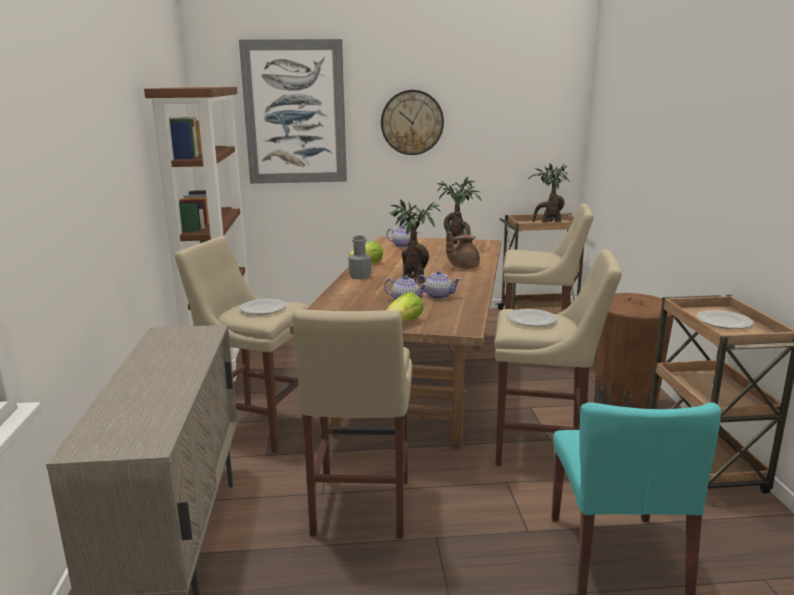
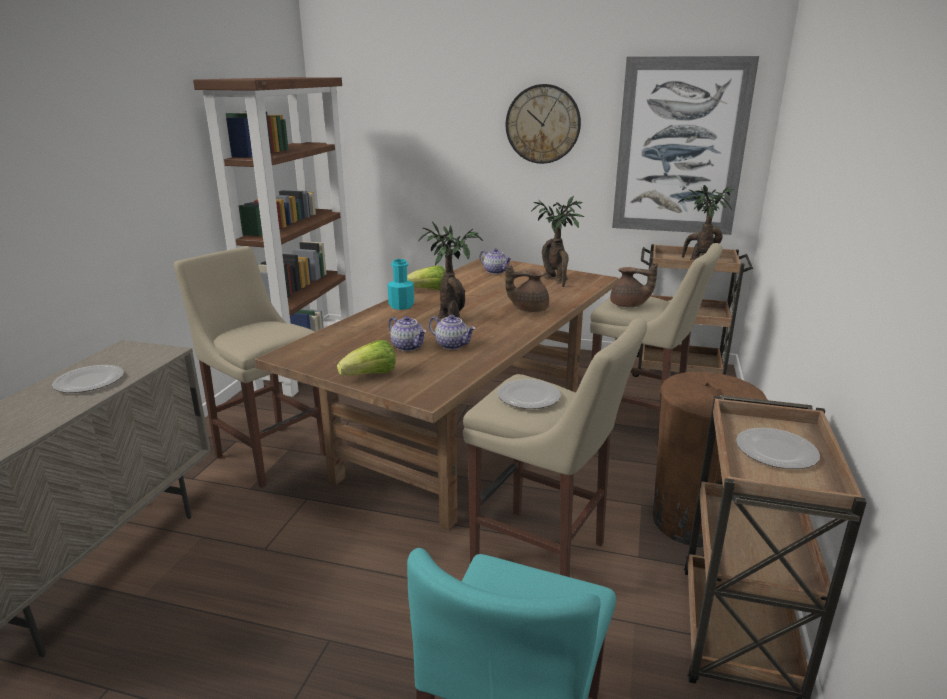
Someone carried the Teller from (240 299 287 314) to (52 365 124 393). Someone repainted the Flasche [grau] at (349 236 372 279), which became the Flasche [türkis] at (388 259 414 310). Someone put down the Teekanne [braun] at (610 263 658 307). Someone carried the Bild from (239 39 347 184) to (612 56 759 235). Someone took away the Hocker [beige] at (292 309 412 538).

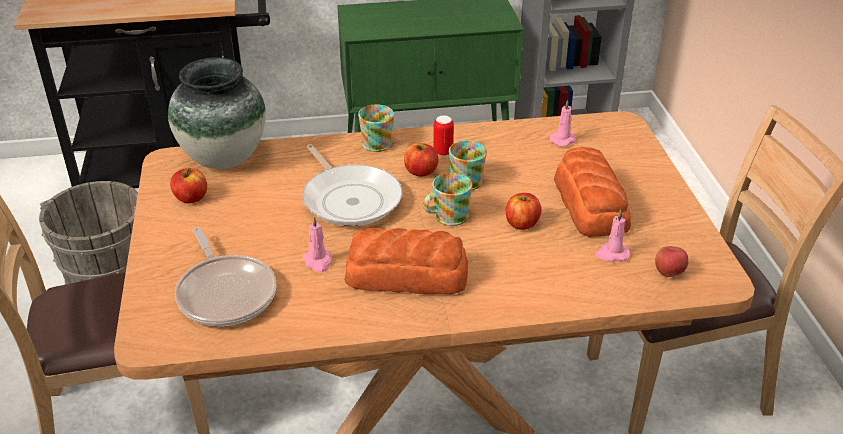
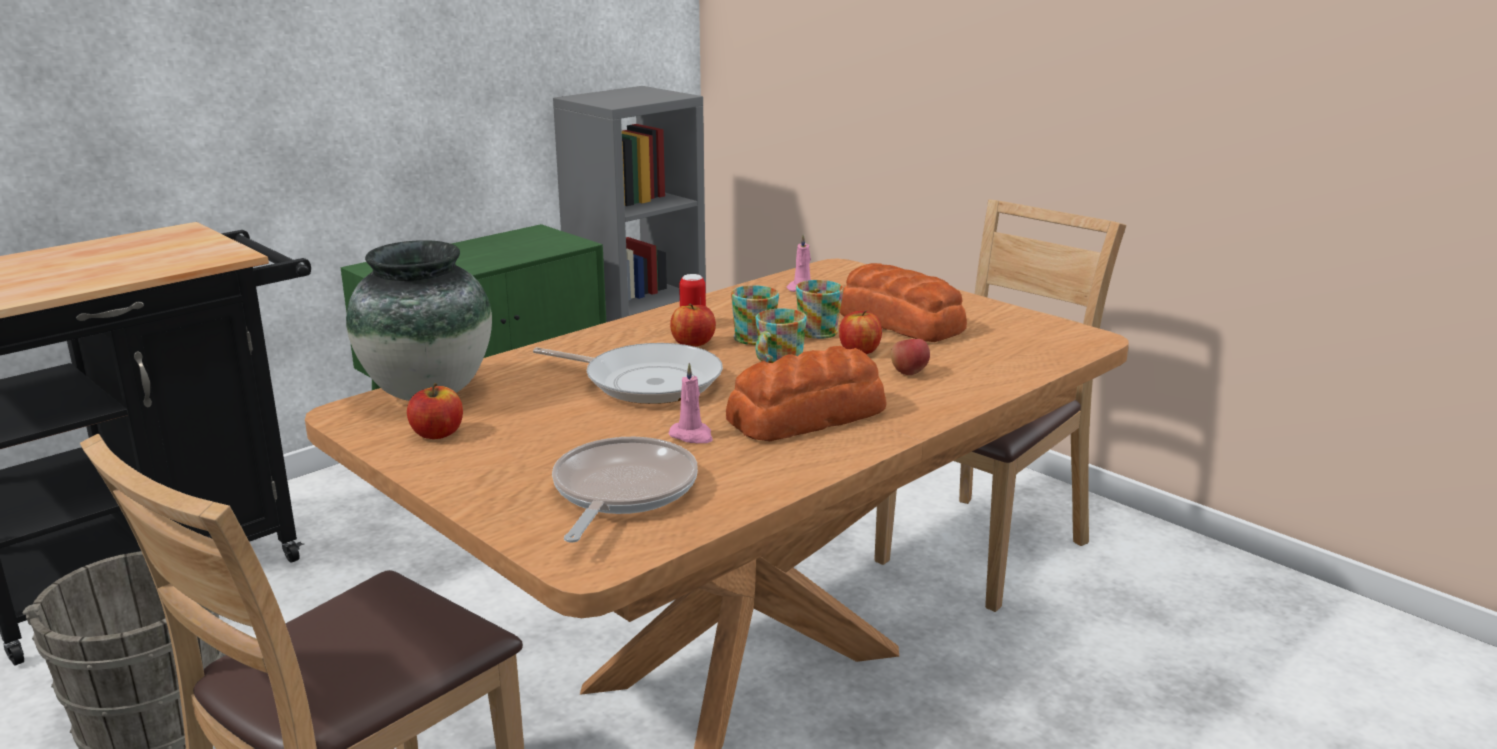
Someone rotated the Pfanne at (175 227 277 326) by 105 degrees counterclockwise. Someone carried the Henkelbecher from (358 105 394 152) to (796 280 844 339). Someone carried the Apfel from (655 246 689 277) to (891 339 930 375). Someone took away the Kerze [rosa] at (595 210 630 262).

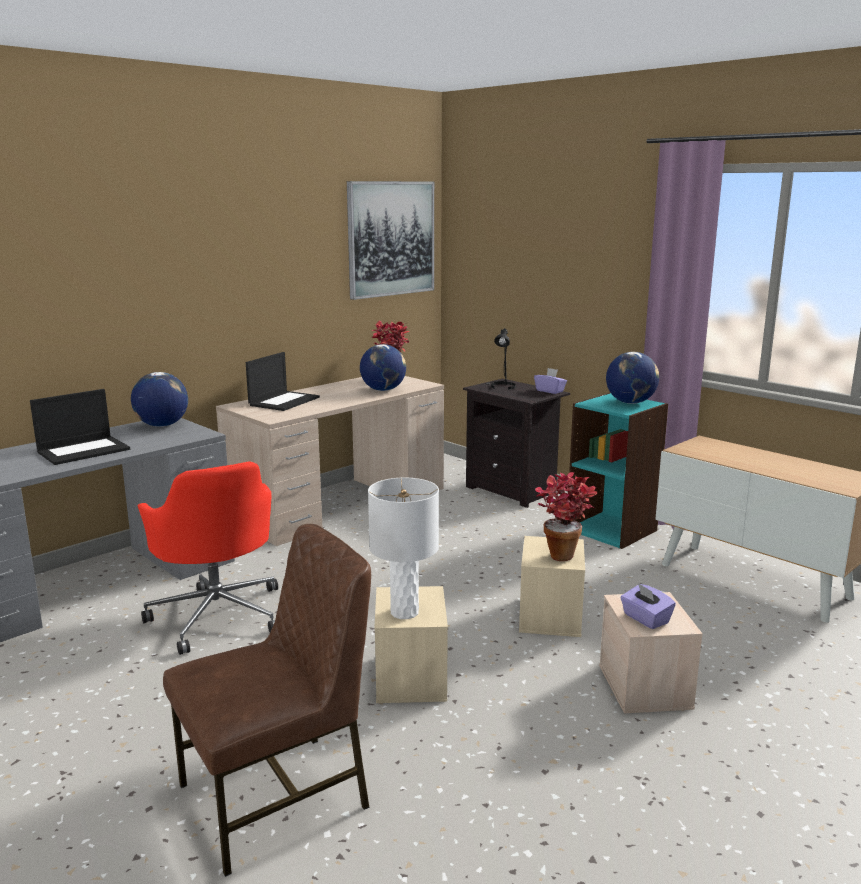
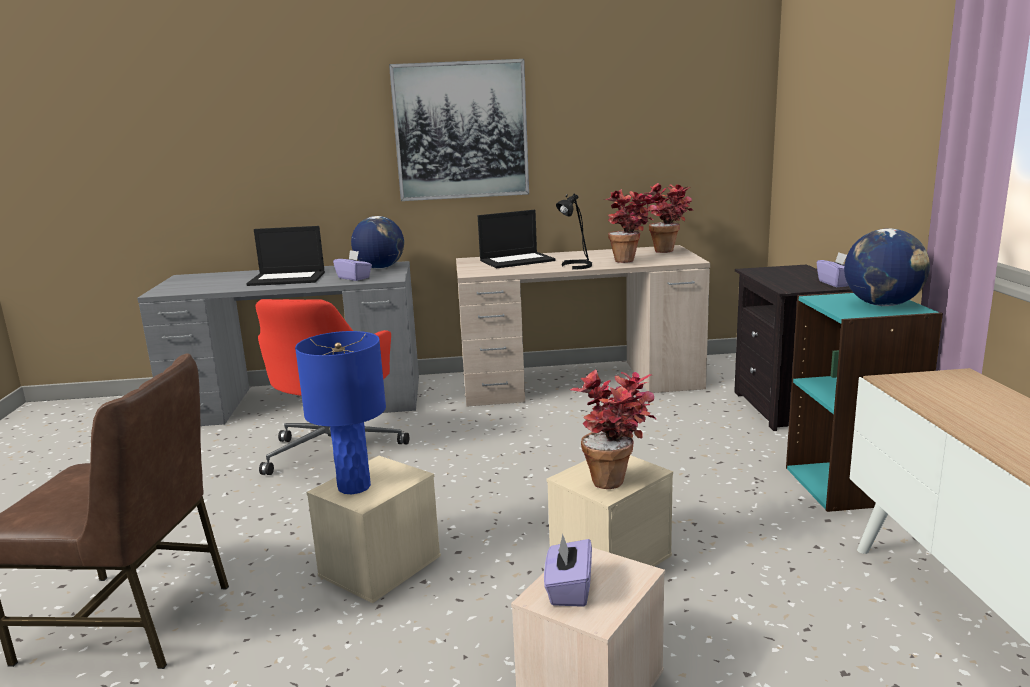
Someone repainted the Tischlampe [weiß] at (368 478 439 619), which became the Tischlampe [blau] at (295 331 386 494). Someone put down the Taschentuchbox [lila] at (333 250 372 281). Someone carried the Bild from (347 181 434 300) to (389 59 529 201). Someone carried the Tischlampe [schwarz] from (486 328 516 390) to (556 193 592 269). Someone swapped the Globus at (360 344 406 391) for the Topfpflanze at (604 189 660 263).

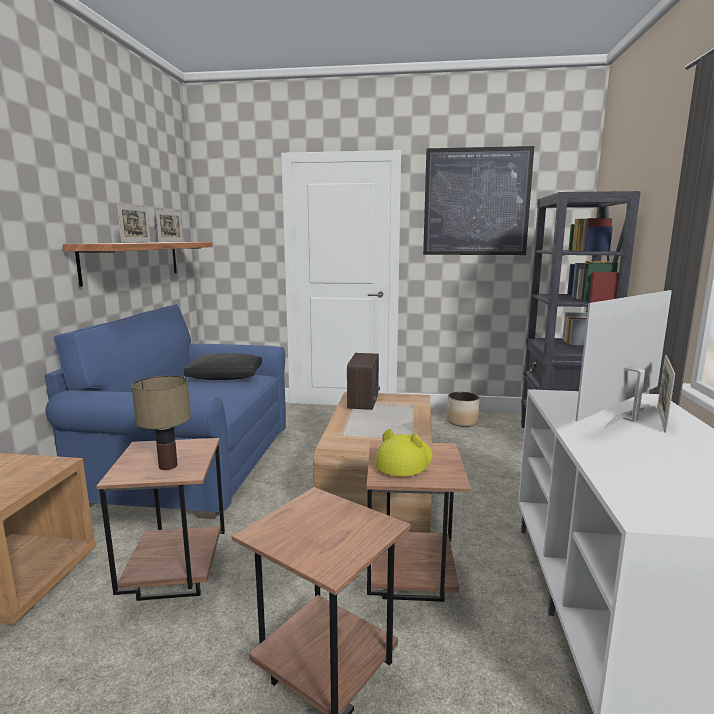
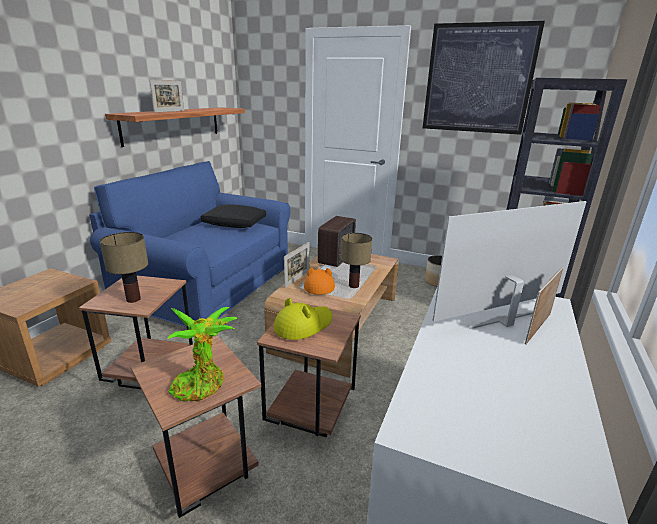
Someone put down the Topfpflanze at (168 307 239 401). Someone carried the Bilderrahmen from (156 209 183 242) to (284 242 310 288). Someone put down the Hut [orange] at (304 268 335 295). Someone put down the Tischlampe at (340 233 372 288).

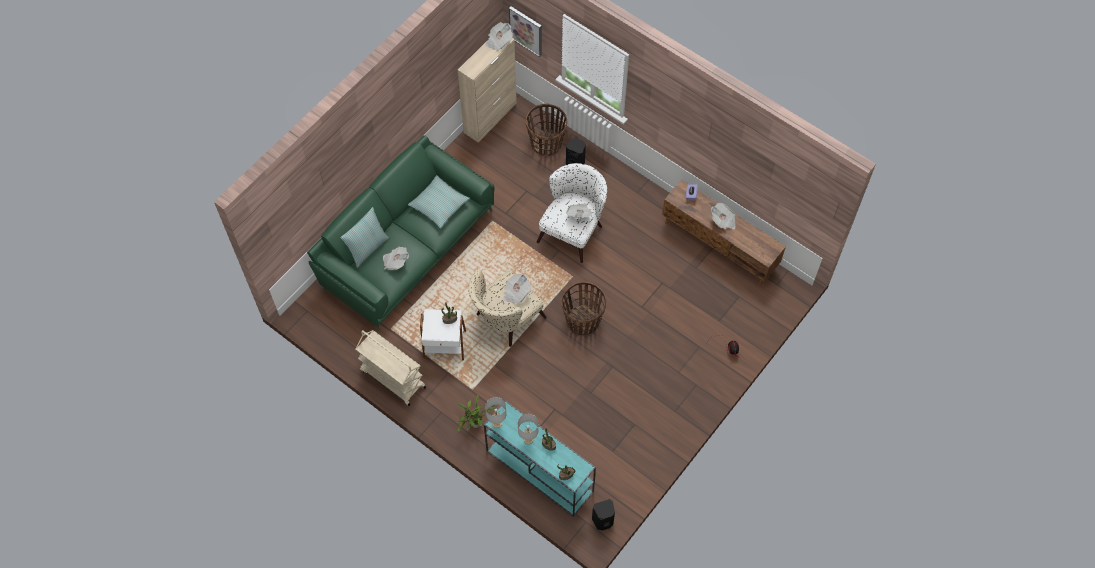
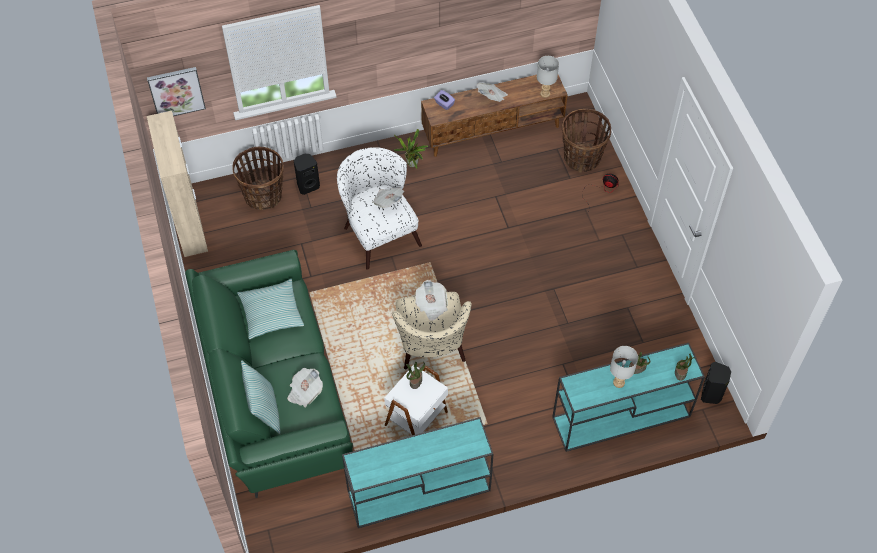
Someone swapped the Rollwagen [beige] at (355 330 426 406) for the Konsolentisch [türkis] at (342 417 493 528). Someone carried the Topfpflanze from (457 394 495 432) to (394 129 429 169). Someone carried the Tischlampe [grau] from (485 397 506 428) to (537 56 559 98). Someone carried the Korb from (561 282 607 335) to (562 109 611 173). Someone took away the Zeitung at (485 22 513 51).

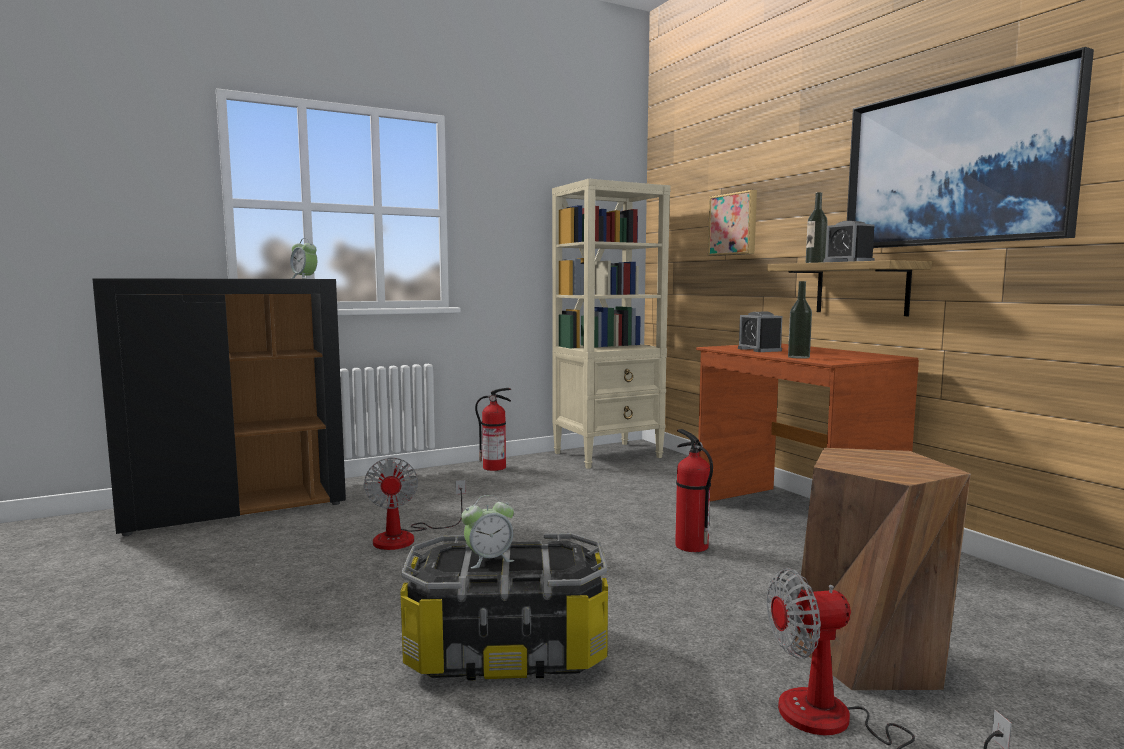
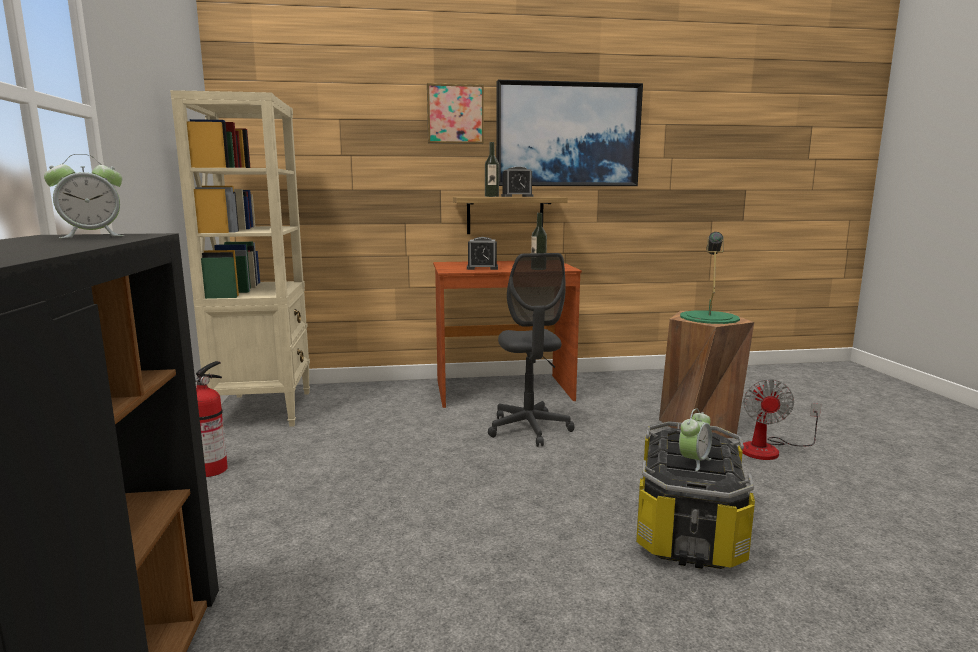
Someone carried the Bild from (708 190 757 256) to (427 83 484 144). Someone swapped the Feuerlöscher at (675 429 713 552) for the Bürostuhl [grau] at (488 253 575 447). Someone rotated the Wecker at (461 495 514 569) by 45 degrees clockwise. Someone put down the Tischlampe [grün] at (680 232 740 324). Someone took away the Ventilator at (364 457 466 550).

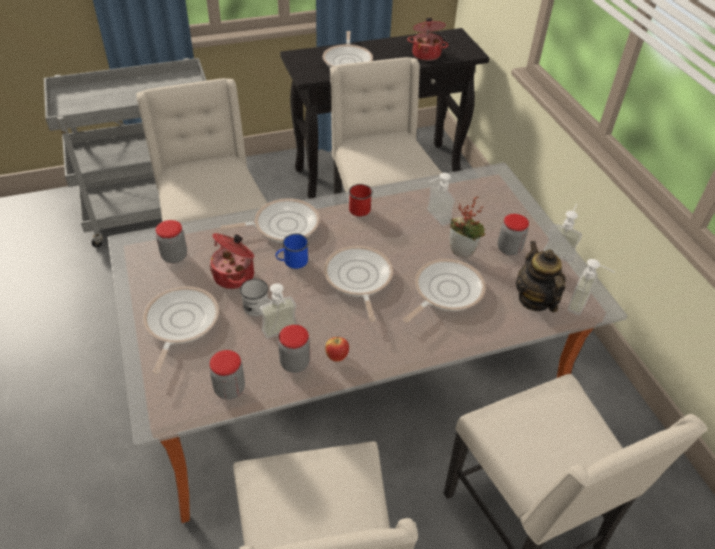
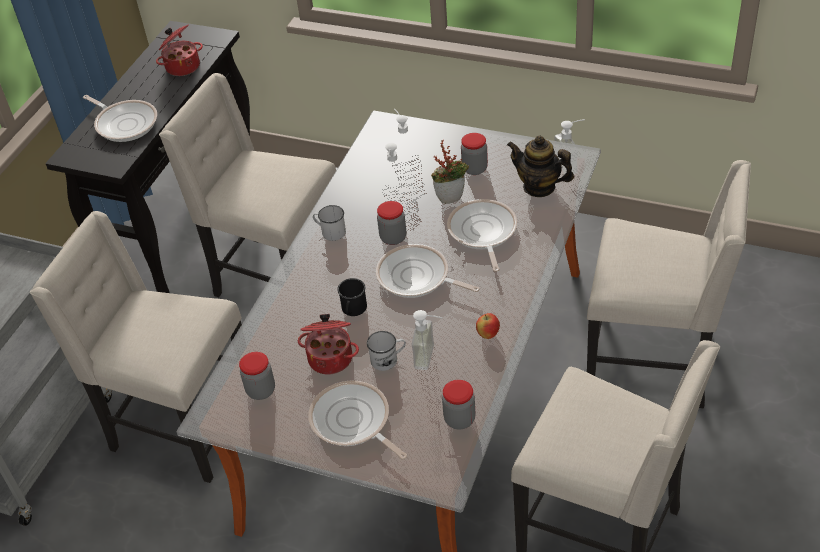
Someone repainted the Henkelbecher [rot] at (349 184 373 216), which became the Henkelbecher [weiß] at (313 205 346 241). Someone repainted the Henkelbecher [blau] at (276 234 309 269), which became the Henkelbecher [schwarz] at (337 278 367 316). Someone carried the Vorratsglas from (278 325 310 373) to (377 201 406 245). Someone carried the Seifenspender from (543 204 582 263) to (388 109 421 163). Someone took away the Pfanne at (220 198 320 243).

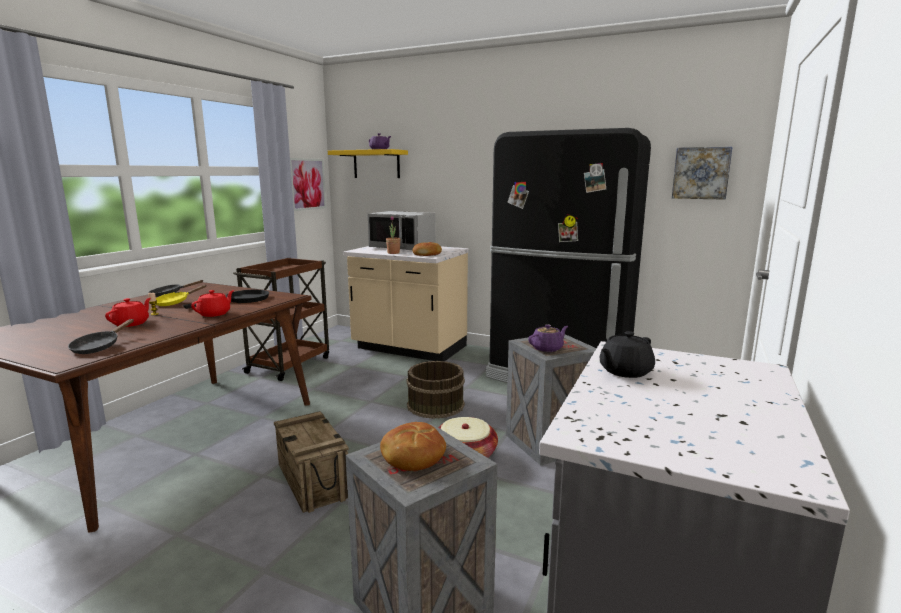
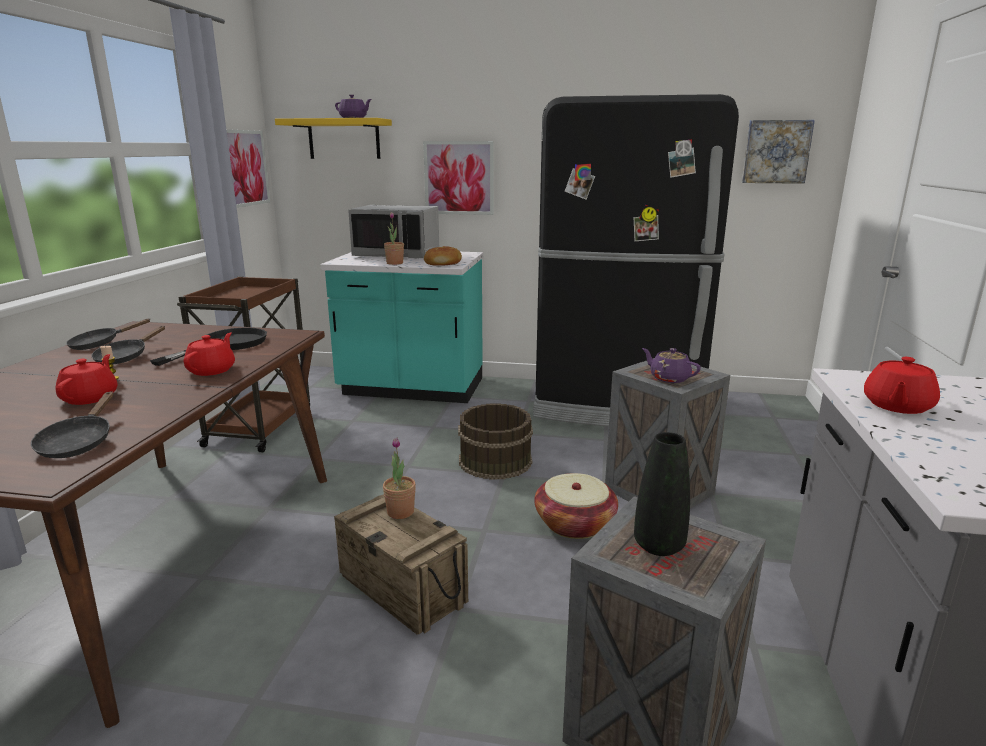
Someone repainted the Pfanne [gelb] at (156 285 206 306), which became the Pfanne [schwarz] at (91 326 165 364). Someone repainted the Küchenzeile [beige] at (343 246 469 361), which became the Küchenzeile [türkis] at (321 252 483 403). Someone put down the Topfpflanze at (383 438 416 519). Someone put up the Bild at (423 141 494 215). Someone swapped the Brot at (380 422 446 471) for the Vase [schwarz] at (634 432 690 556). Someone rotated the Teekanne [lila] at (528 324 568 352) by 90 degrees counterclockwise. Someone repainted the Teekanne [schwarz] at (599 331 655 378), which became the Teekanne [rot] at (864 357 940 414).

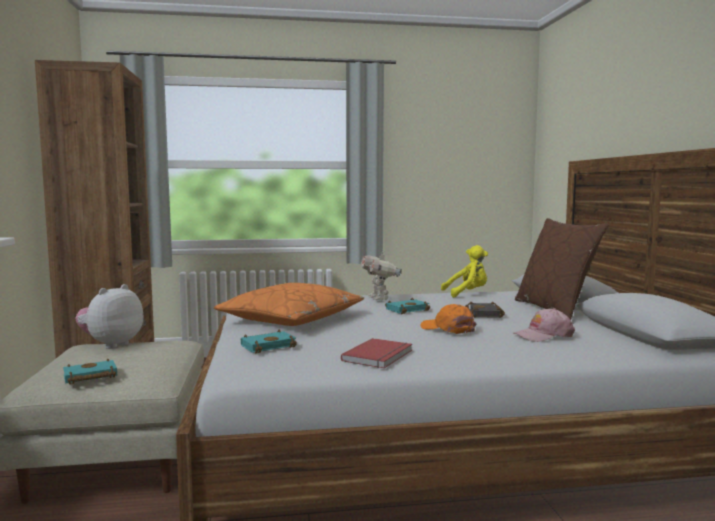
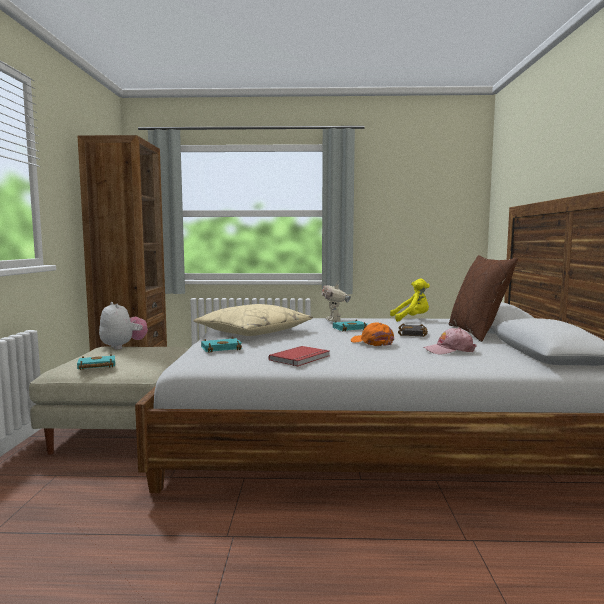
Someone rotated the Plüschtier at (75 284 144 349) by 105 degrees clockwise. Someone repainted the Kissen [orange] at (214 283 364 326), which became the Kissen [beige] at (193 304 313 336).

